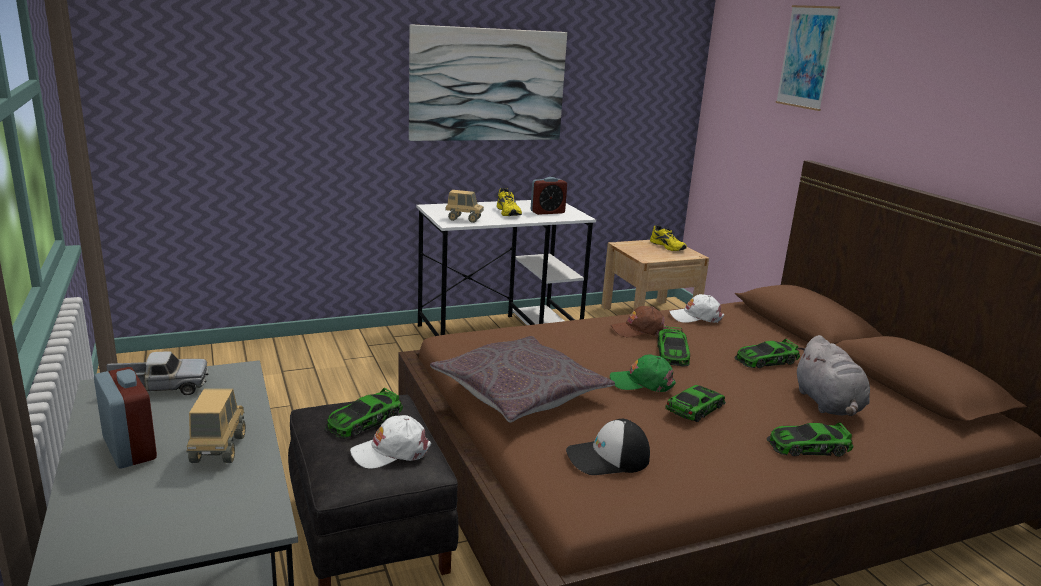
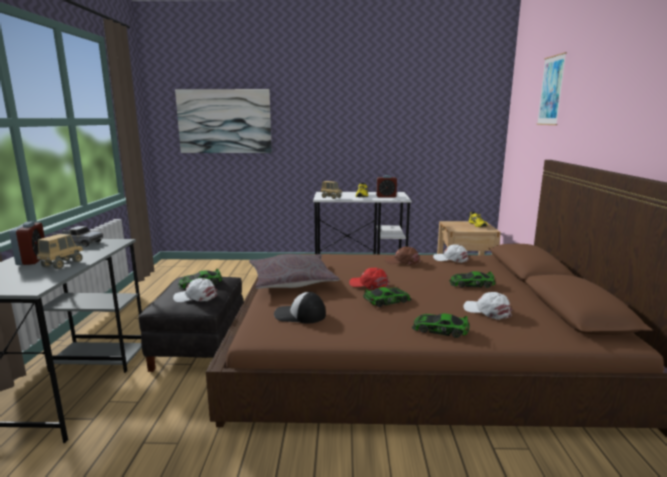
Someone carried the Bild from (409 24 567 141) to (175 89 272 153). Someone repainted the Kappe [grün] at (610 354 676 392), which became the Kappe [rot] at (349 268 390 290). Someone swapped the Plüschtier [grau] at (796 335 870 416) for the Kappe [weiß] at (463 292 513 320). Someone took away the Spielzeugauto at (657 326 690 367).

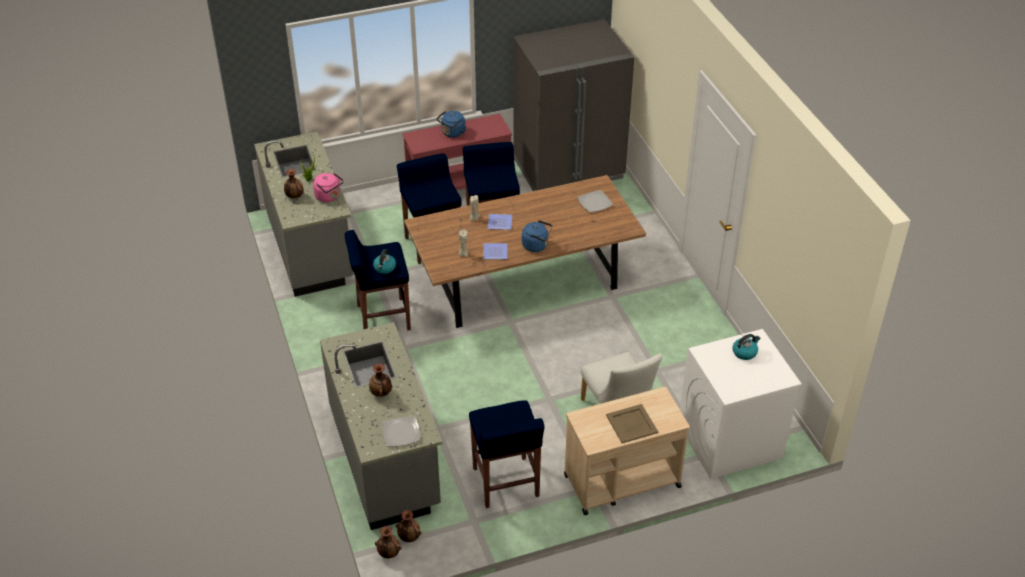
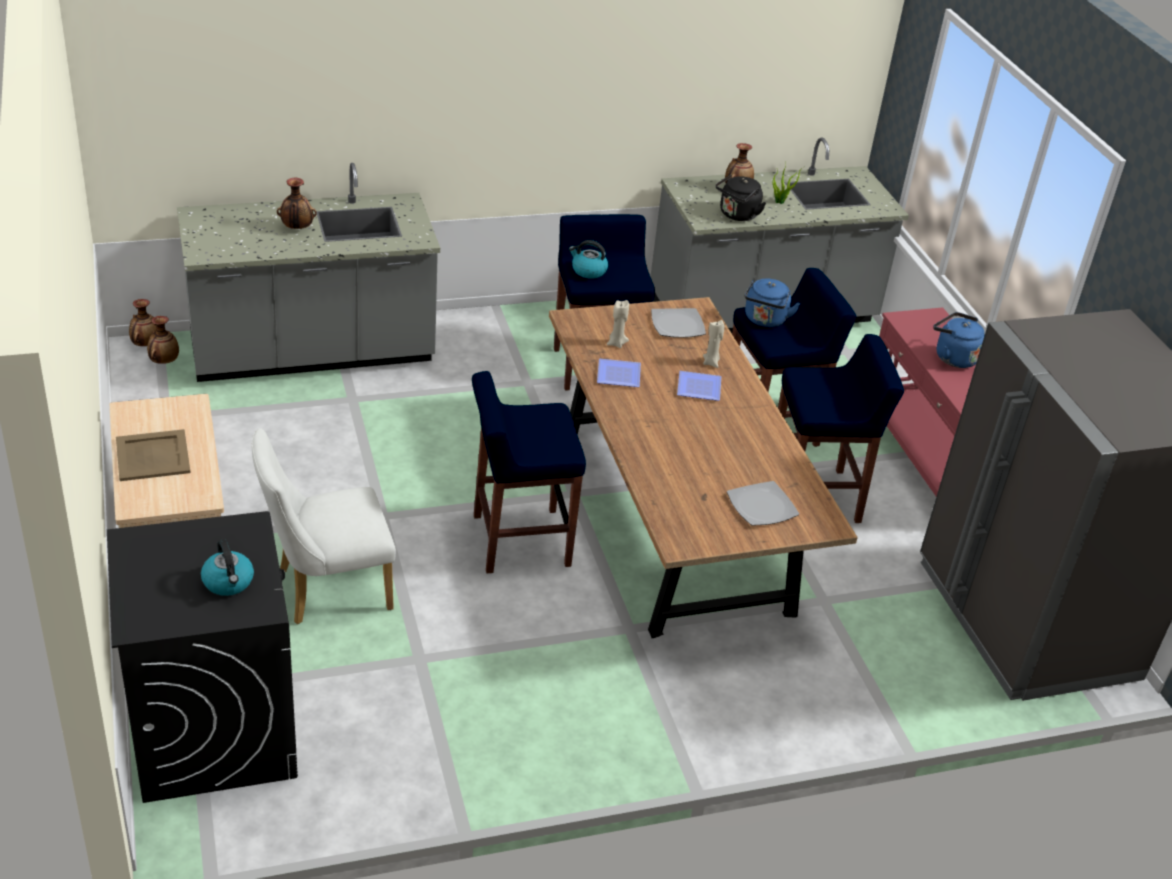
Someone repainted the Waschmaschine [weiß] at (680 329 802 479), which became the Waschmaschine [schwarz] at (107 511 298 803). Someone carried the Hocker [blau] from (469 400 544 508) to (472 371 586 573). Someone carried the Teller from (382 416 420 446) to (651 308 706 338). Someone repainted the Wasserkessel [rosa] at (313 173 344 202), which became the Wasserkessel [schwarz] at (716 174 766 221). Someone carried the Wasserkessel [blau] from (522 220 552 252) to (745 279 800 327).

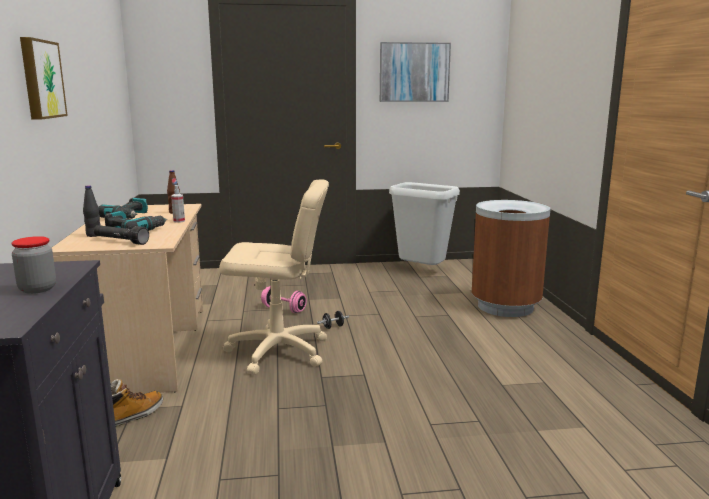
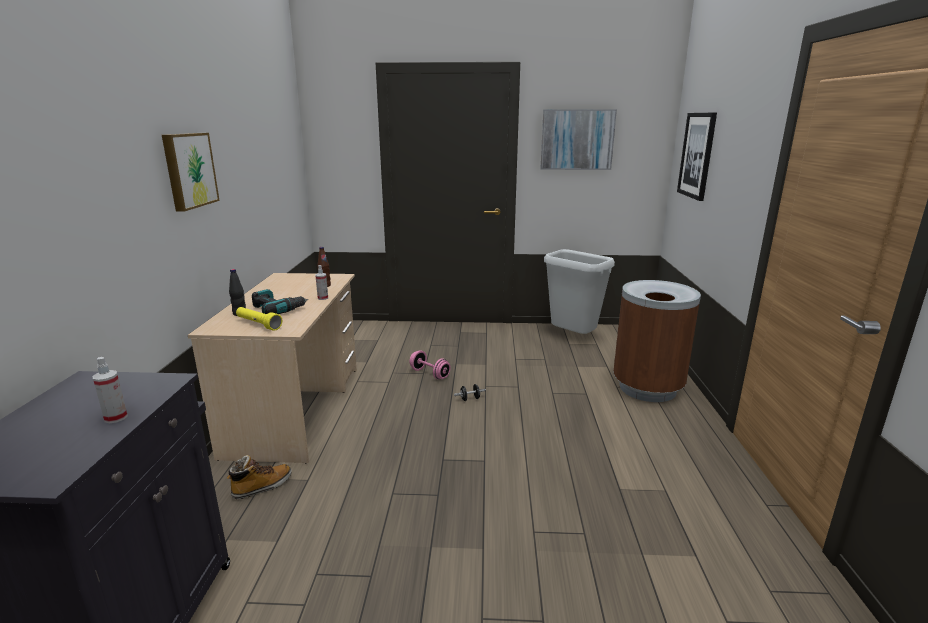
Someone swapped the Vorratsglas at (11 236 56 294) for the Sprühflasche at (92 357 128 423). Someone repainted the Taschenlampe [schwarz] at (94 225 149 245), which became the Taschenlampe [gelb] at (236 307 282 331). Someone put up the Bild at (677 113 717 201). Someone took away the Bohrmaschine at (98 198 148 219). Someone took away the Bürostuhl [beige] at (219 179 329 375).

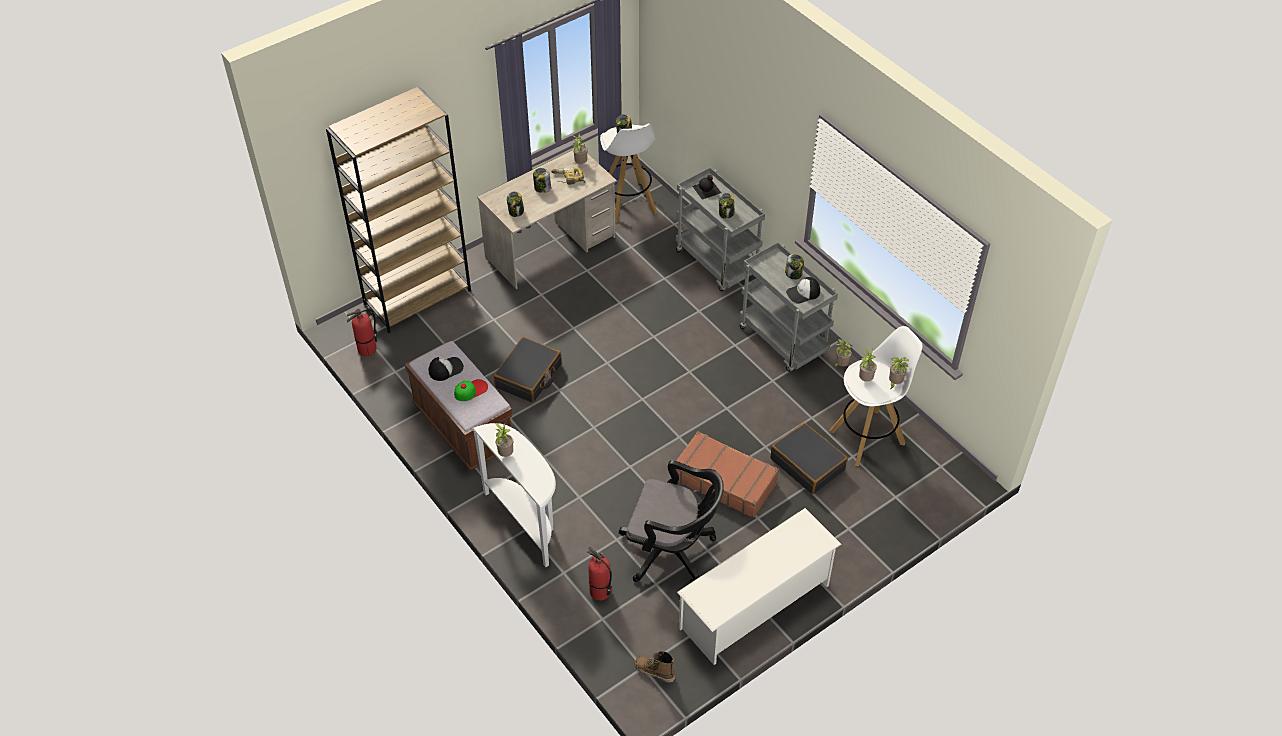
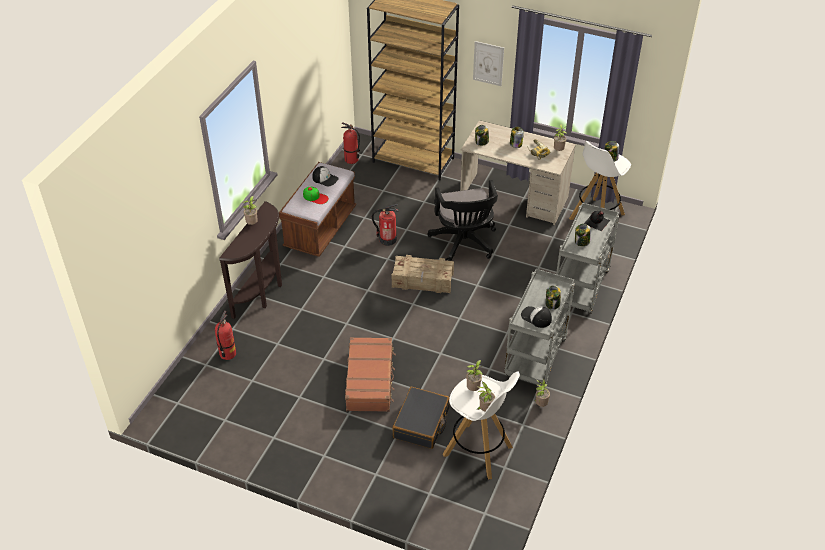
Someone repainted the Konsolentisch [weiß] at (472 423 556 567), which became the Konsolentisch [braun] at (219 201 282 319). Someone swapped the Koffer [schwarz] at (493 337 562 403) for the Feuerlöscher at (372 204 398 246). Someone put down the Kiste at (392 255 454 293). Someone carried the Bürostuhl [schwarz] from (619 460 724 583) to (427 180 498 261). Someone put up the Bild at (473 41 504 86). Someone took away the Stiefel at (635 651 675 683). Someone took away the Schuhregal [weiß] at (677 508 842 665).

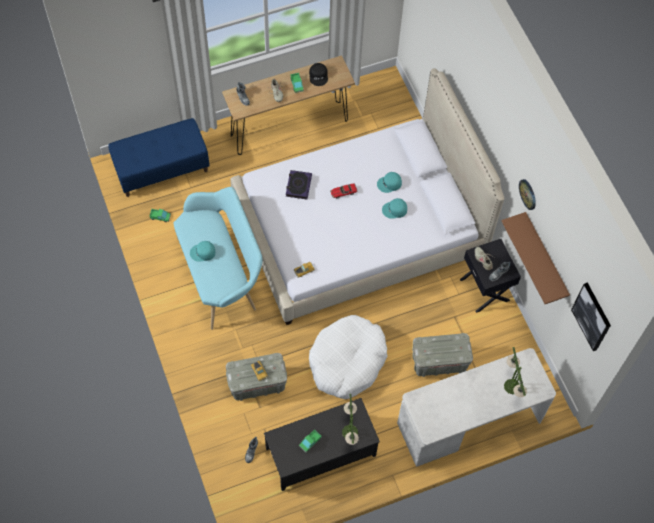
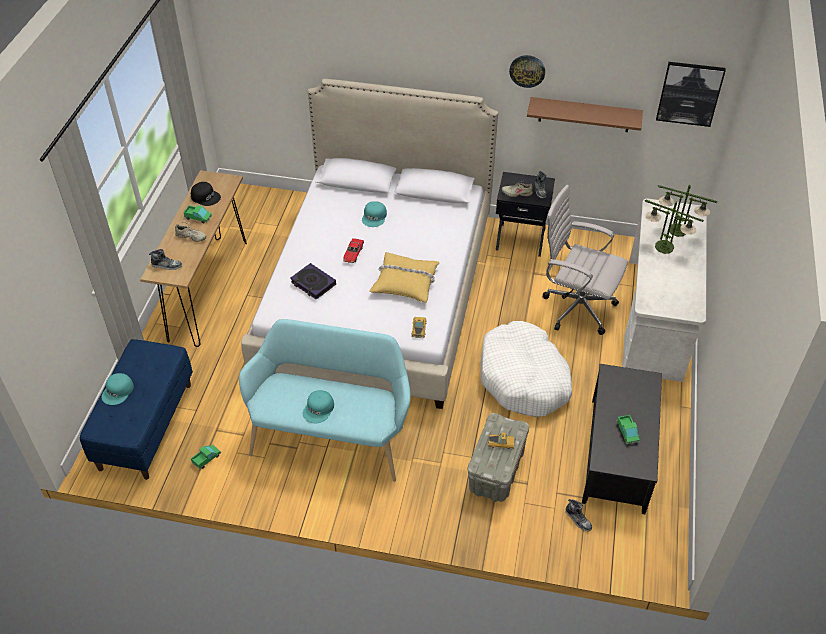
Someone carried the Kappe [türkis] from (382 198 407 219) to (101 373 134 405). Someone put down the Kissen [gelb] at (369 252 439 303). Someone swapped the Aufbewahrungsbox [grau] at (412 333 473 377) for the Bürostuhl [weiß] at (543 185 628 335). Someone carried the Tischlampe from (342 393 359 445) to (645 200 704 254).

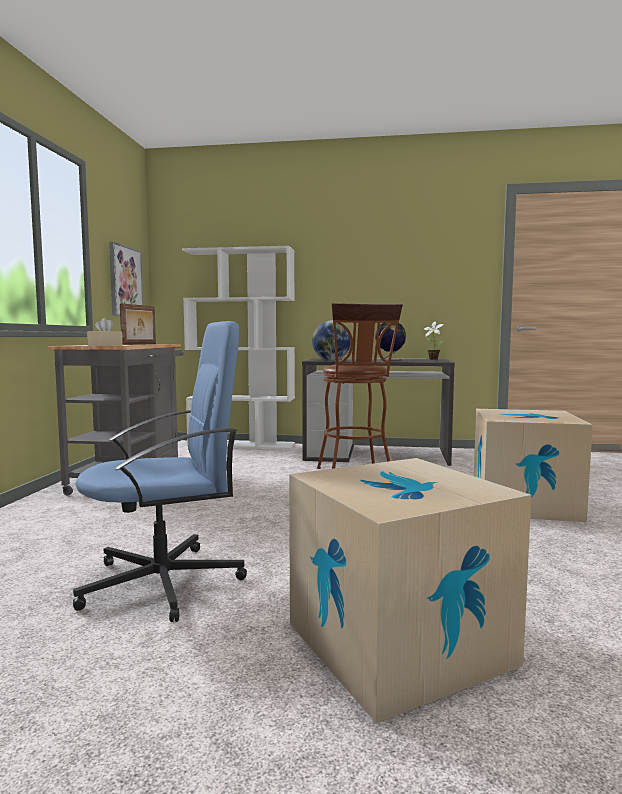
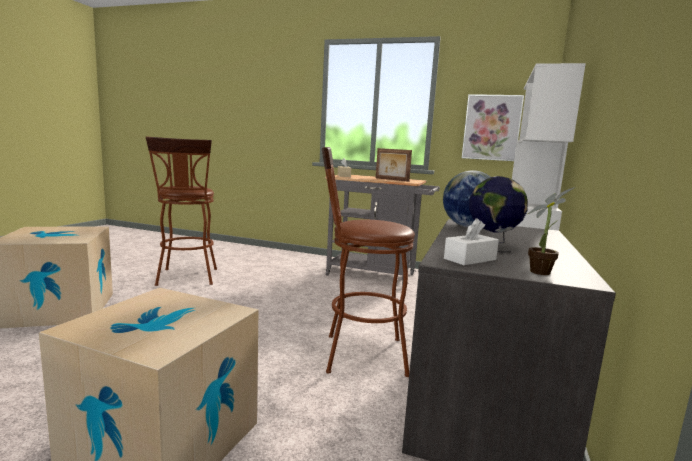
Someone swapped the Bürostuhl [blau] at (73 321 247 622) for the Hocker [braun] at (146 136 217 286). Someone put down the Taschentuchbox [weiß] at (444 218 499 265).

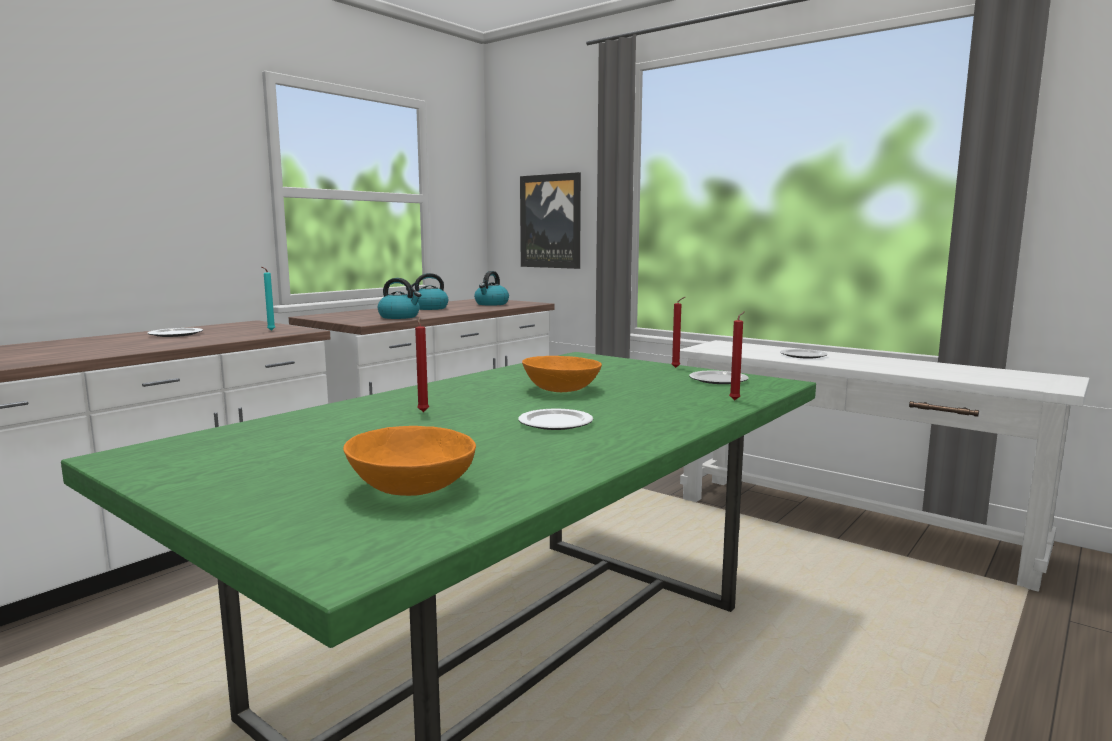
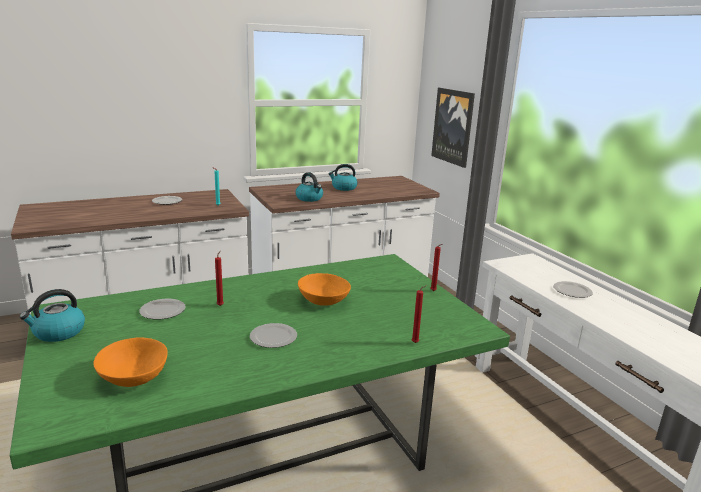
Someone carried the Wasserkessel from (474 271 509 306) to (20 289 85 342). Someone carried the Teller from (689 371 749 384) to (139 299 186 320).

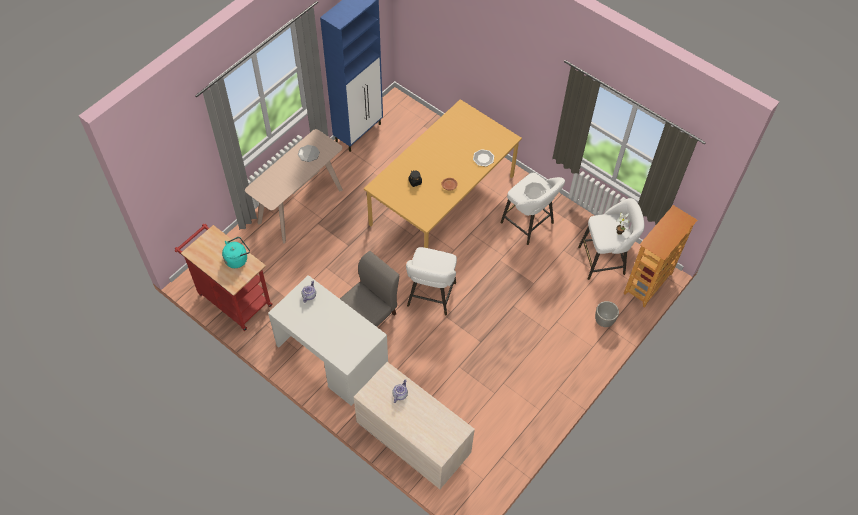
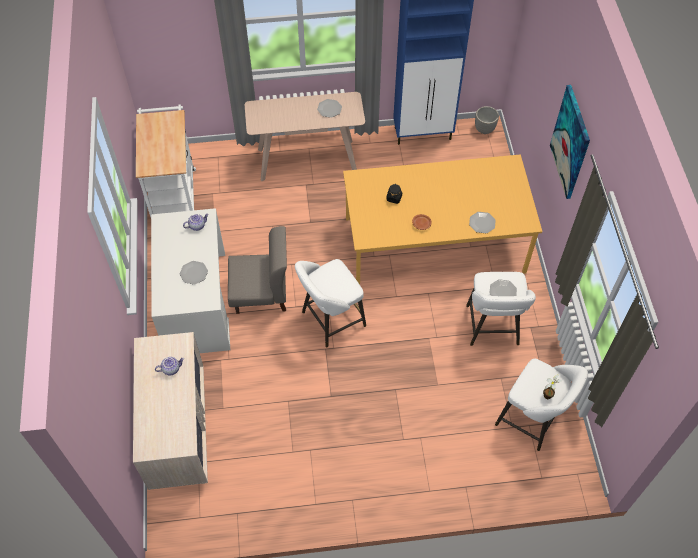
Someone repainted the Rollwagen [rot] at (175 224 272 331), which became the Rollwagen [weiß] at (136 104 196 217). Someone put down the Teller at (180 261 208 285). Someone carried the Pflanzkübel from (595 301 619 327) to (475 106 499 134). Someone put up the Bild at (550 85 590 199). Someone took away the Wasserkessel [türkis] at (222 237 250 268). Someone took away the Bücherregal at (623 205 697 308).

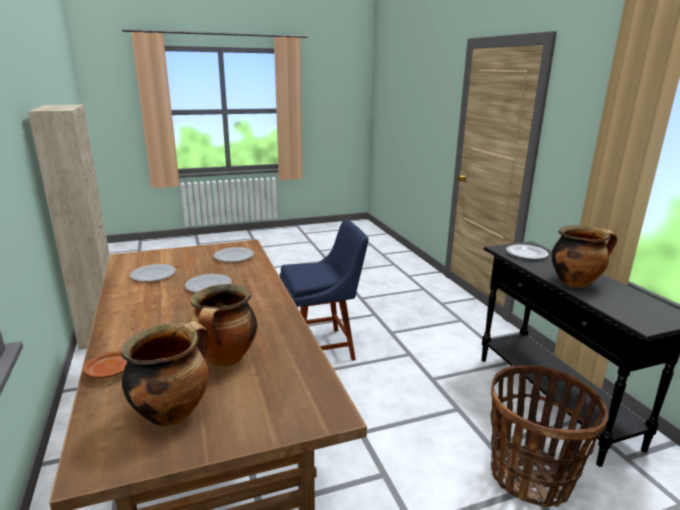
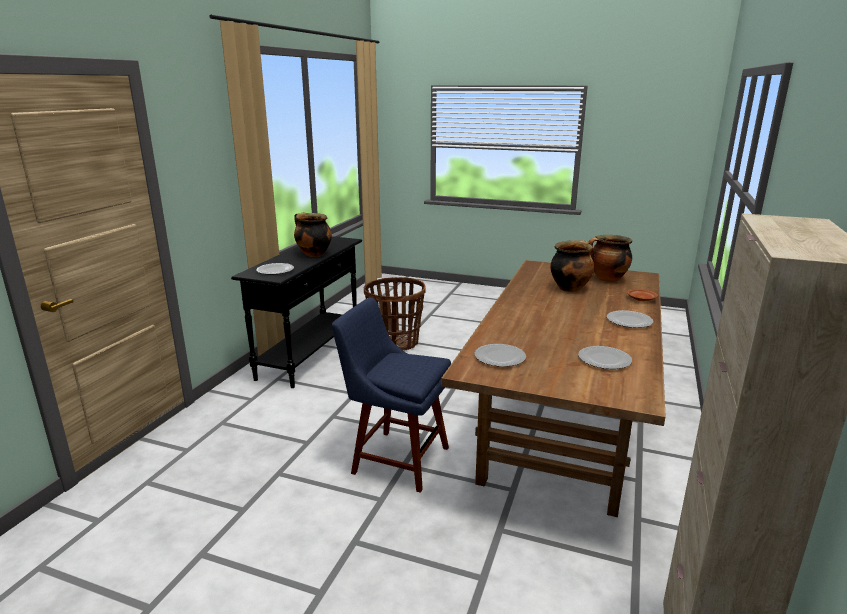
Someone carried the Teller from (185 274 232 293) to (607 310 653 328).

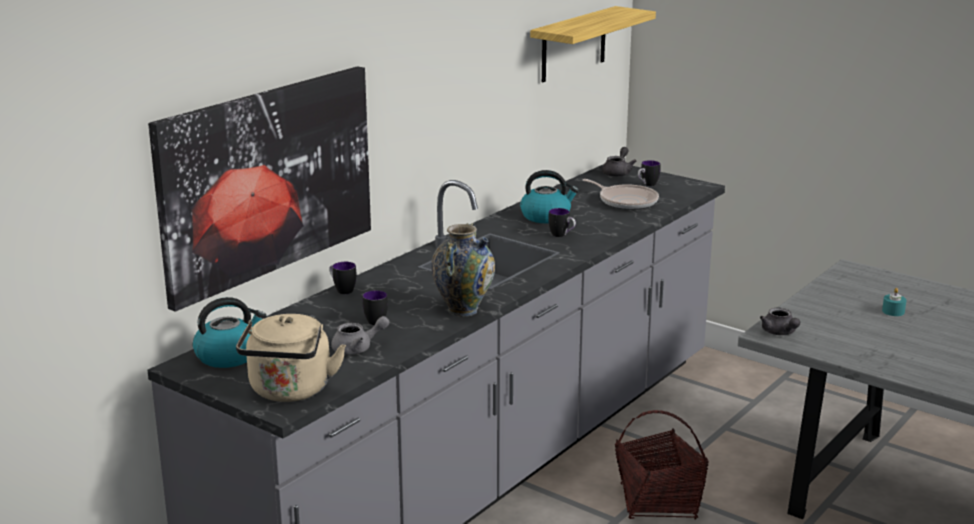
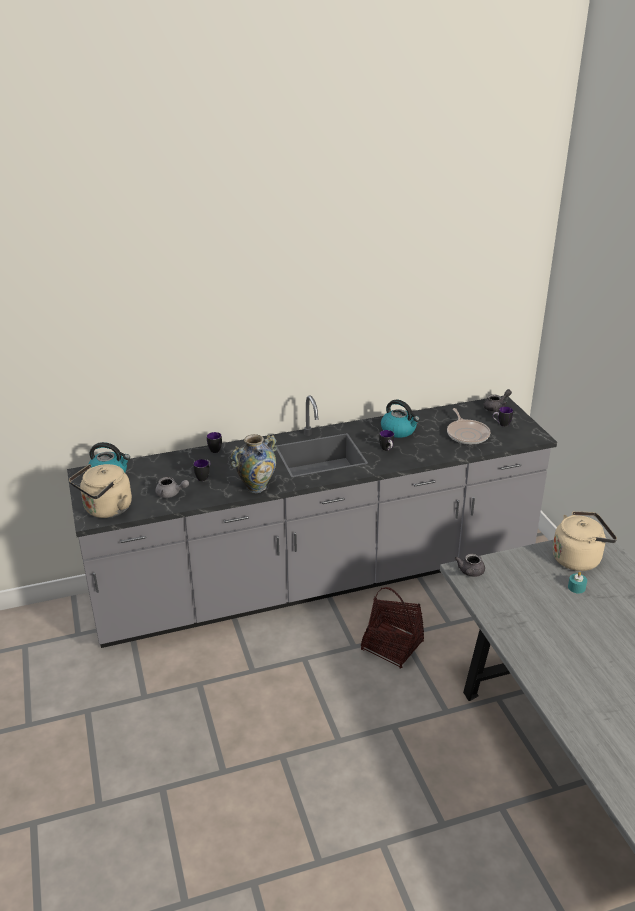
Someone put down the Wasserkessel [beige] at (552 511 617 571). Someone took away the Bild at (148 66 371 312). Someone took away the Wandregal at (530 6 656 82).

